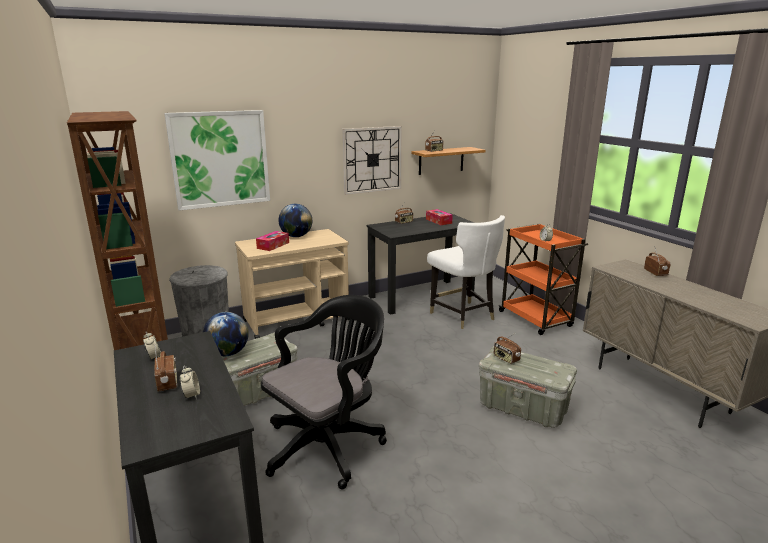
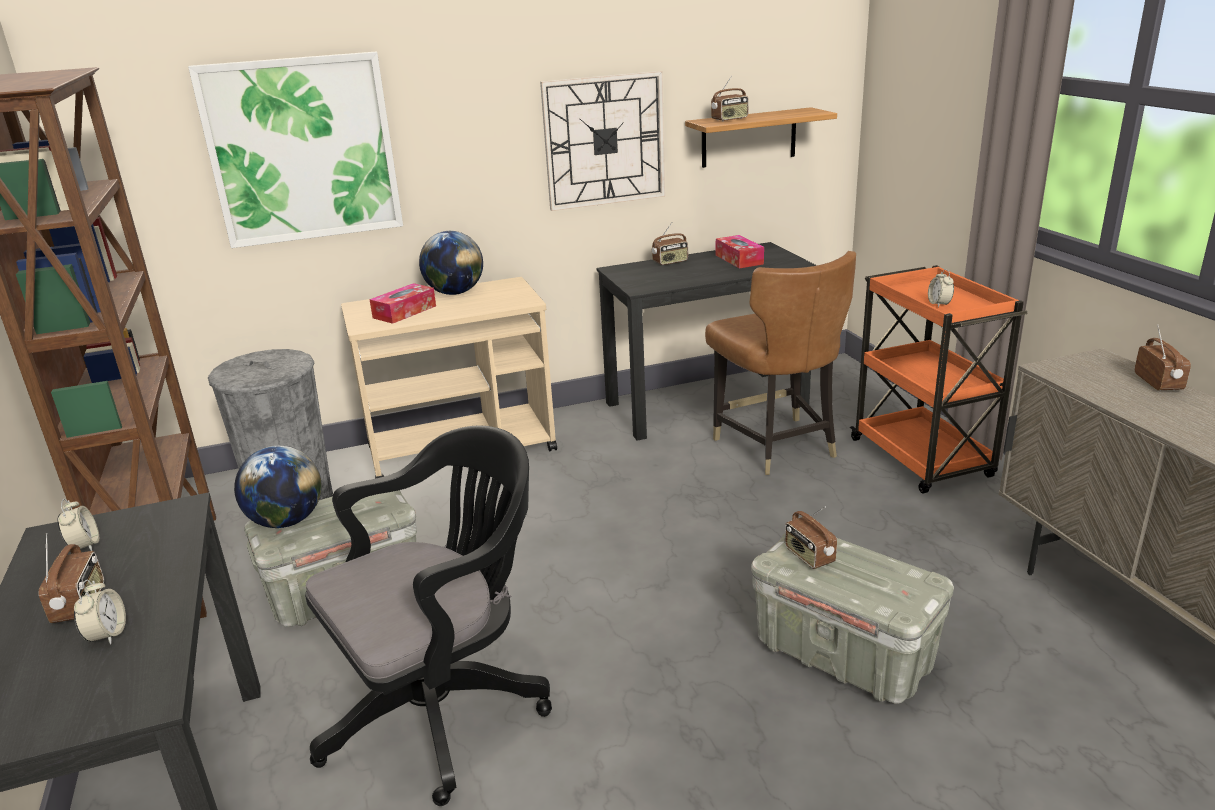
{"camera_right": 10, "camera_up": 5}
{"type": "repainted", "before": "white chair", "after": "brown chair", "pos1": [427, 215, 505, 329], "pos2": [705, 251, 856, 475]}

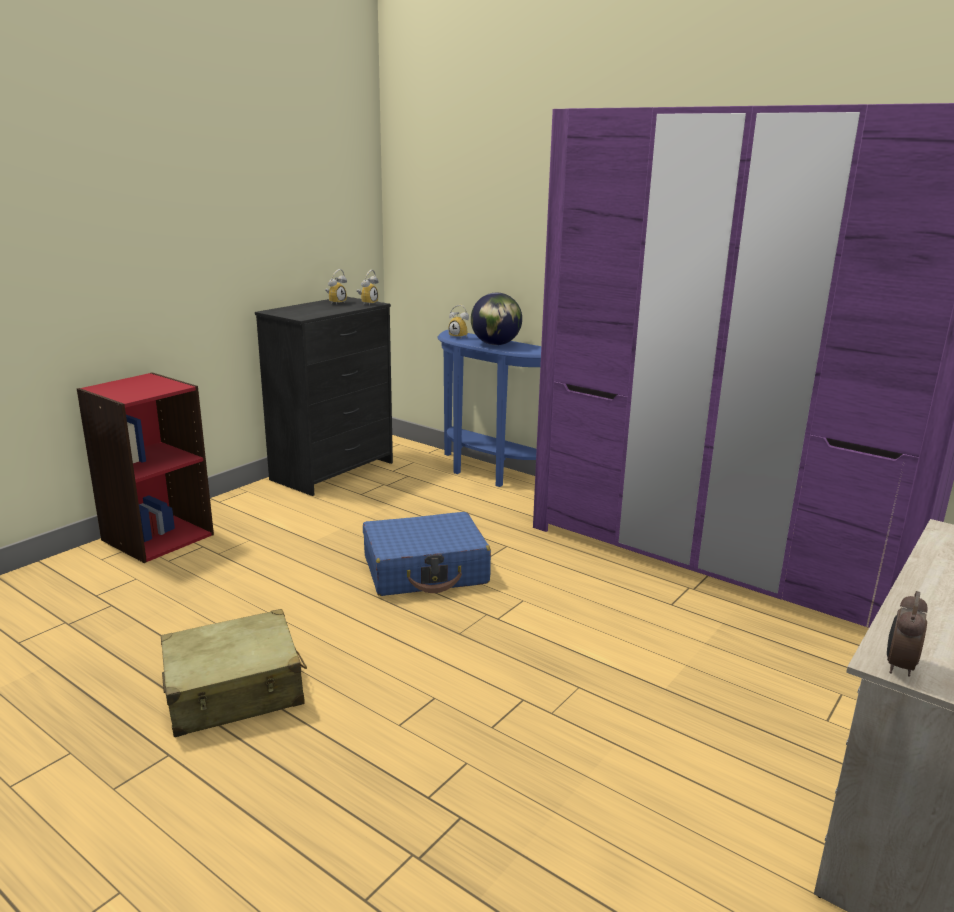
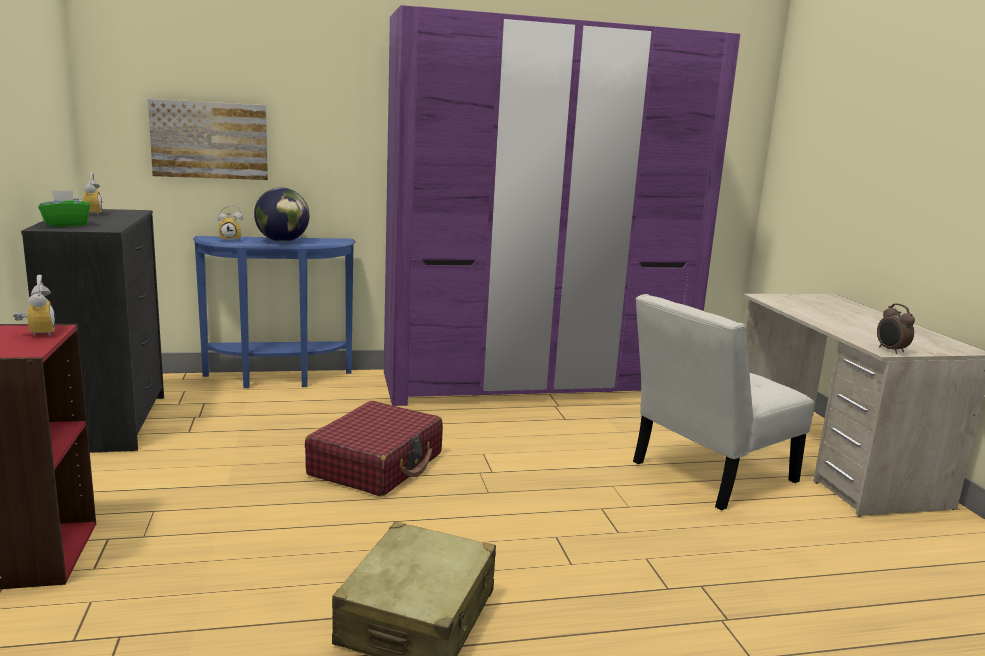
{"camera_right": -50, "camera_up": -5}
{"type": "shifted", "before": "alarm clock", "pos1": [357, 270, 379, 305], "pos2": [13, 275, 56, 337]}
{"type": "repainted", "before": "blue suitcase", "after": "red suitcase", "pos1": [363, 512, 491, 596], "pos2": [305, 401, 443, 496]}
{"type": "new", "after": "picture", "pos2": [148, 99, 268, 180]}
{"type": "new", "after": "green tissue box", "pos2": [38, 190, 90, 227]}
{"type": "new", "after": "white chair", "pos2": [633, 294, 814, 510]}

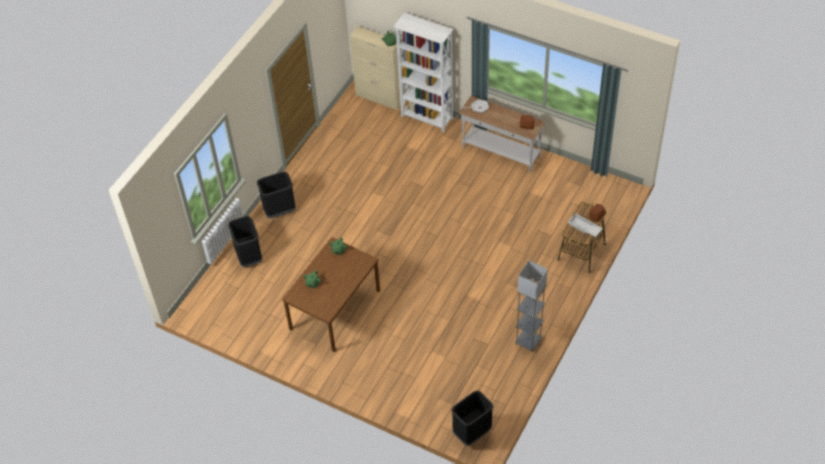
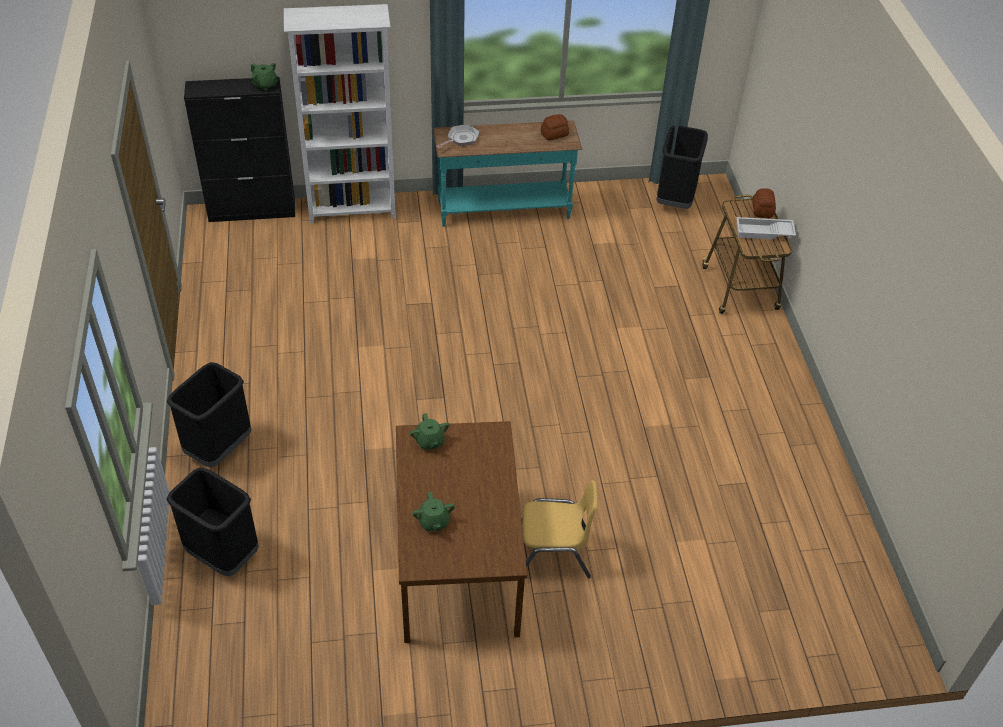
{"camera_right": -40, "camera_up": -5}
{"type": "repainted", "before": "beige cabinet", "after": "black cabinet", "pos1": [350, 26, 404, 110], "pos2": [184, 77, 295, 222]}
{"type": "repainted", "before": "white console table", "after": "turquoise console table", "pos1": [459, 96, 545, 173], "pos2": [433, 120, 582, 227]}
{"type": "gone", "before": "grey floor lamp", "pos1": [515, 260, 548, 352]}
{"type": "shifted", "before": "black trash can", "pos1": [451, 390, 493, 446], "pos2": [657, 126, 708, 209]}
{"type": "new", "after": "yellow chair", "pos2": [521, 480, 597, 578]}

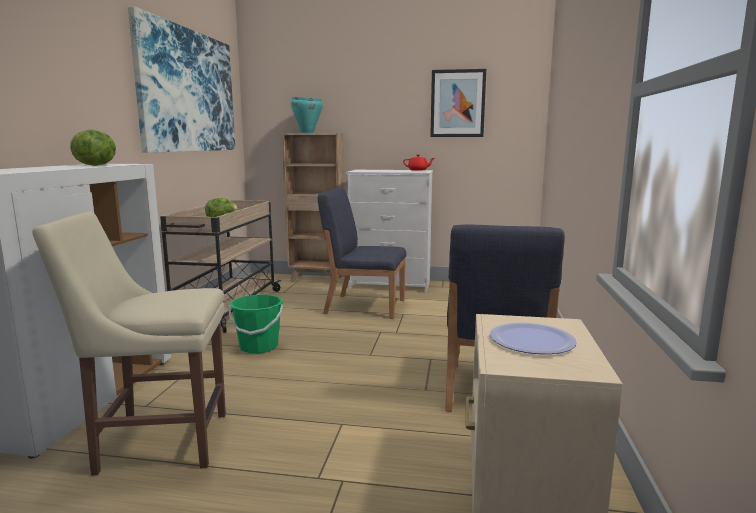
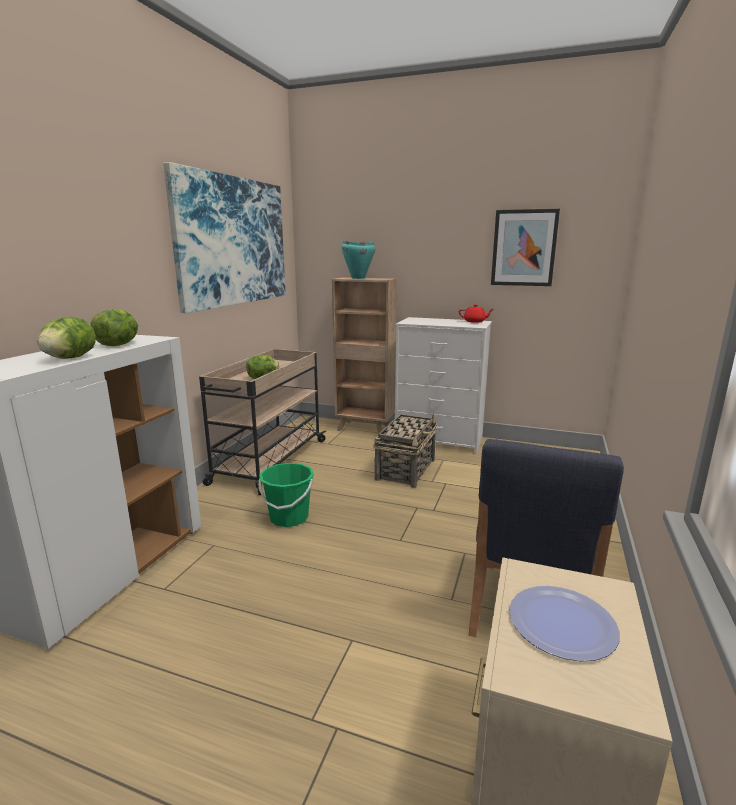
{"camera_right": 10, "camera_up": 5}
{"type": "swapped", "before": "blue chair", "after": "basket", "pos1": [318, 188, 406, 319], "pos2": [373, 414, 437, 488]}
{"type": "gone", "before": "beige chair", "pos1": [32, 212, 226, 476]}
{"type": "new", "after": "lettuce", "pos2": [38, 317, 96, 359]}

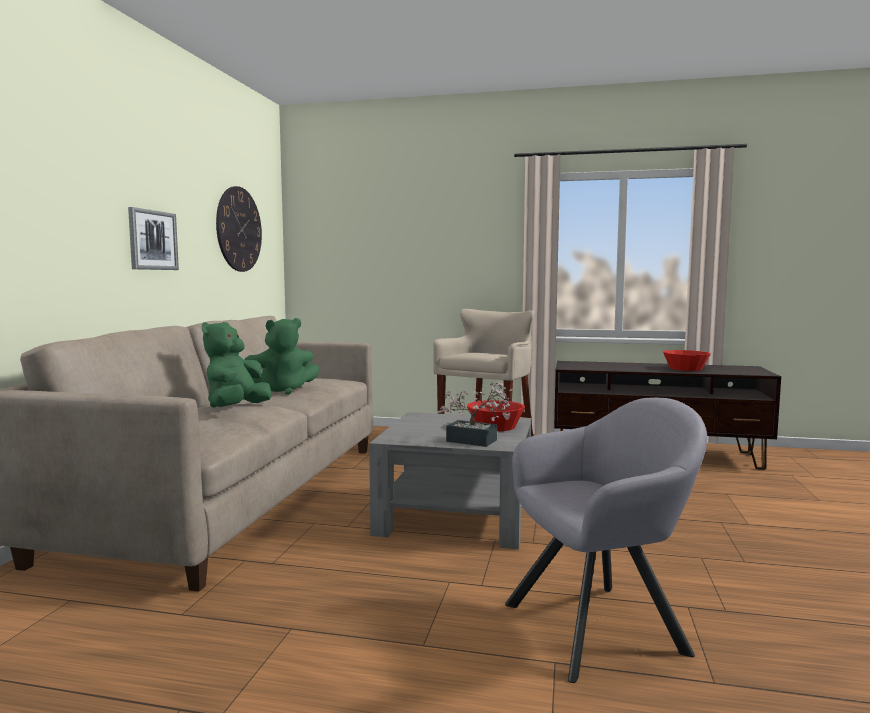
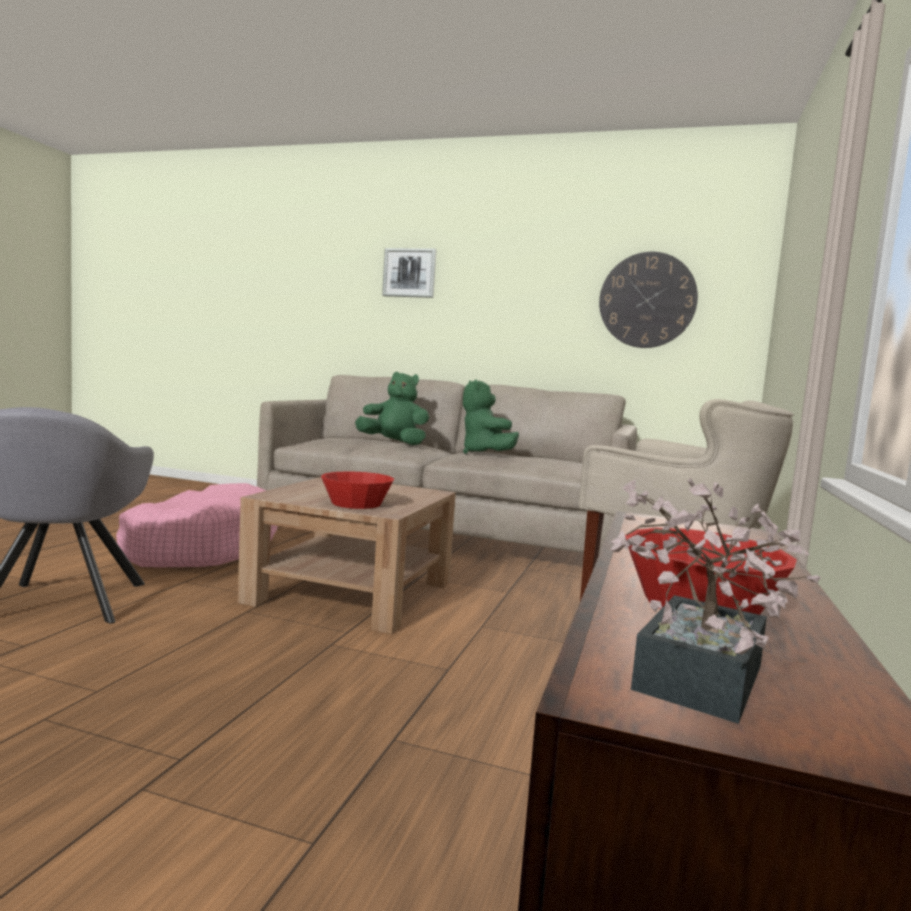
{"camera_right": 95, "camera_up": 0}
{"type": "shifted", "before": "picture", "pos1": [128, 207, 179, 270], "pos2": [382, 248, 437, 298]}
{"type": "shifted", "before": "potted plant", "pos1": [437, 382, 512, 447], "pos2": [610, 478, 821, 724]}
{"type": "repainted", "before": "grey coffee table", "after": "brown coffee table", "pos1": [369, 412, 531, 549], "pos2": [238, 477, 456, 634]}
{"type": "new", "after": "pink dog bed", "pos2": [116, 483, 278, 567]}

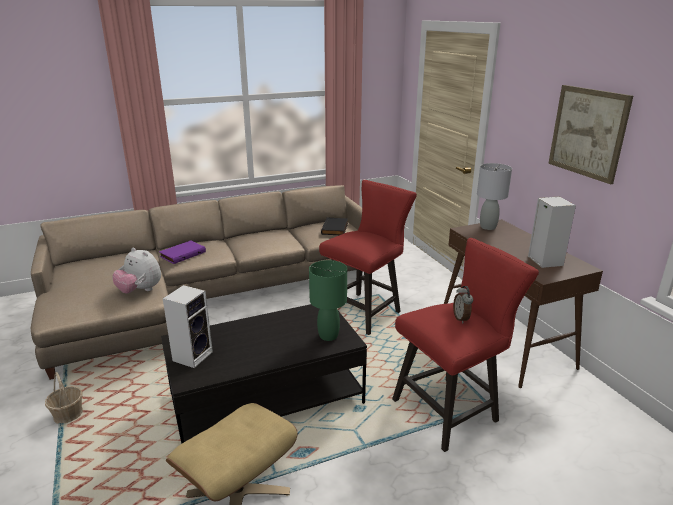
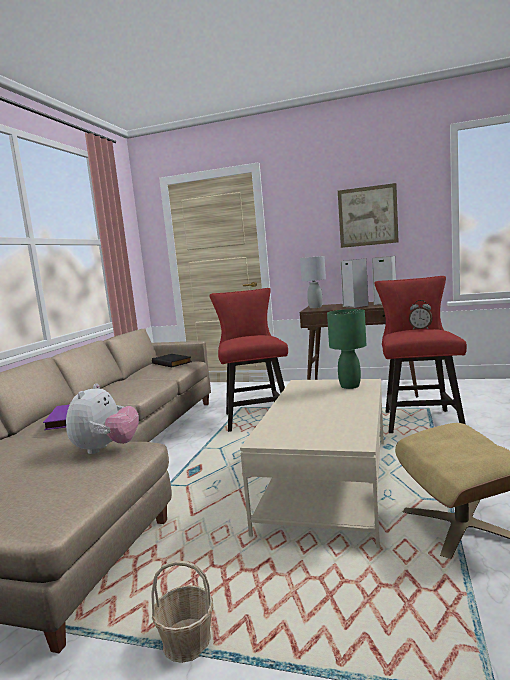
{"camera_right": -50, "camera_up": -15}
{"type": "rotated", "before": "plush toy", "pos1": [112, 248, 161, 294], "pos2": [66, 383, 139, 454], "turn": -60}
{"type": "shifted", "before": "speaker", "pos1": [163, 285, 213, 368], "pos2": [340, 259, 369, 308]}
{"type": "repainted", "before": "black coffee table", "after": "beige coffee table", "pos1": [161, 304, 367, 444], "pos2": [240, 379, 384, 548]}

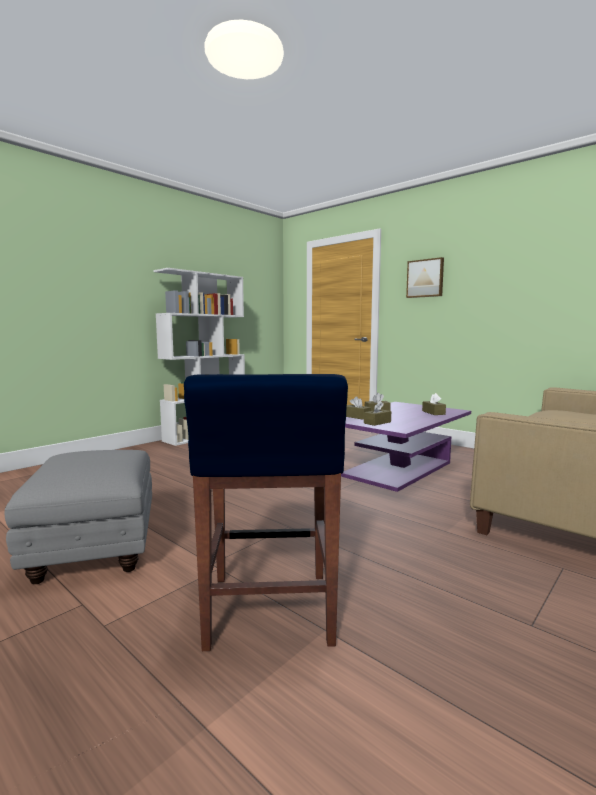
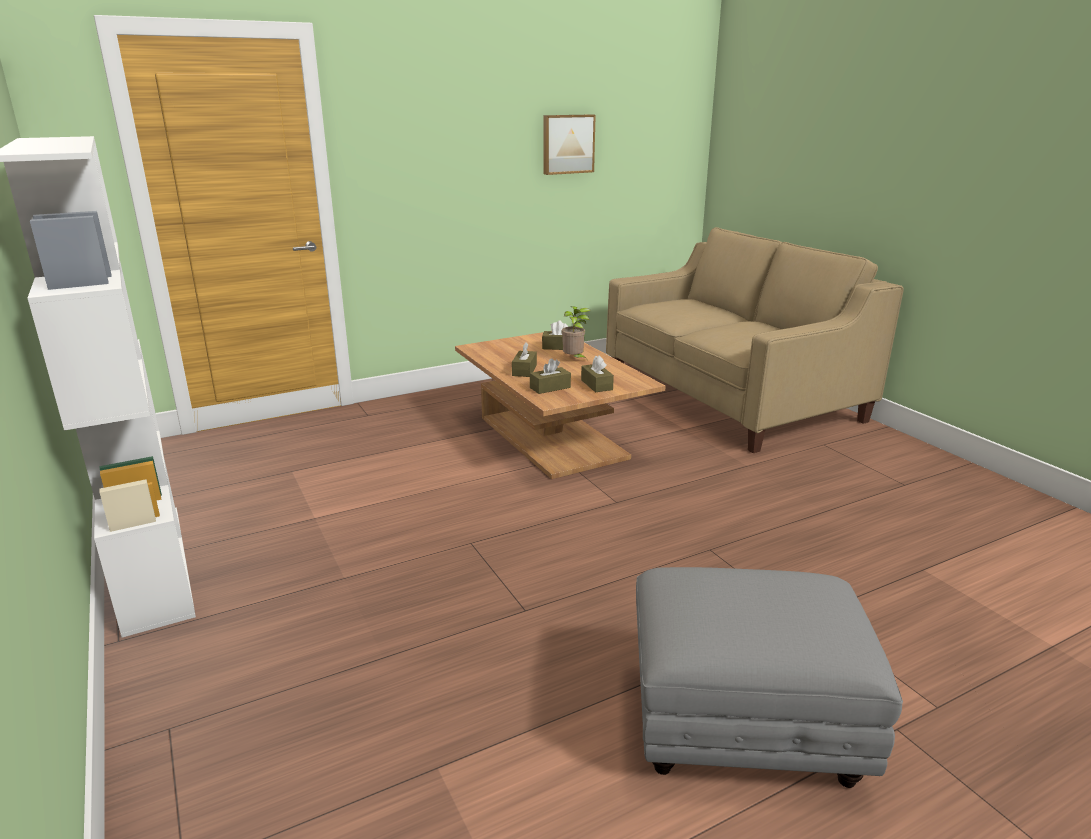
{"camera_right": -70, "camera_up": 15}
{"type": "shifted", "before": "picture", "pos1": [406, 257, 444, 298], "pos2": [543, 114, 596, 175]}
{"type": "gone", "before": "blue stool", "pos1": [184, 374, 348, 651]}
{"type": "repainted", "before": "purple coffee table", "after": "brown coffee table", "pos1": [341, 402, 471, 492], "pos2": [455, 332, 666, 479]}
{"type": "new", "after": "potted plant", "pos2": [562, 306, 591, 359]}

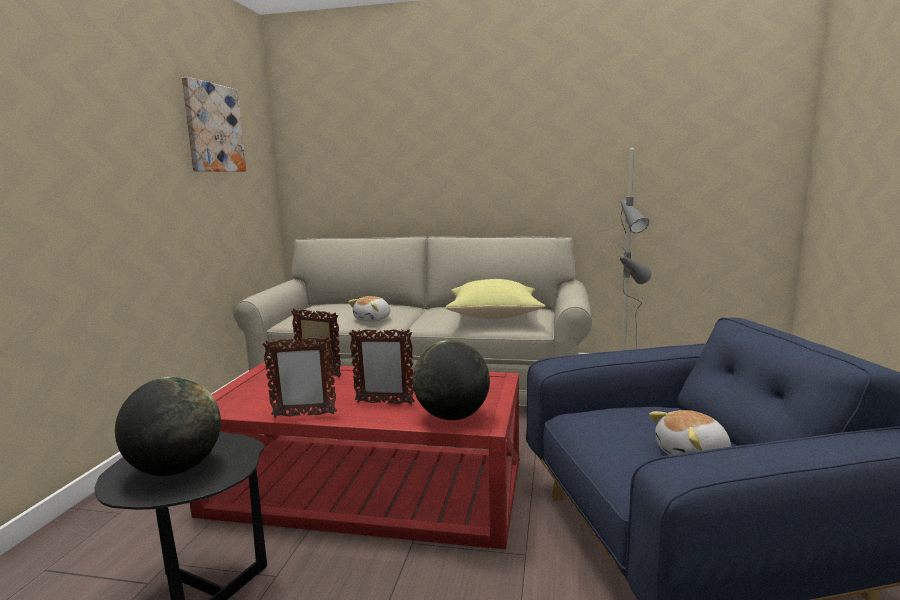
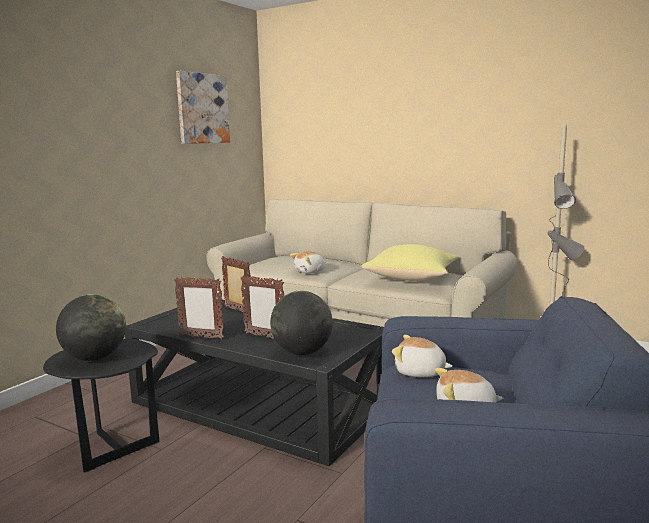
{"camera_right": 20, "camera_up": 0}
{"type": "repainted", "before": "red coffee table", "after": "black coffee table", "pos1": [190, 363, 520, 549], "pos2": [125, 300, 384, 466]}
{"type": "new", "after": "plush toy", "pos2": [392, 335, 453, 377]}

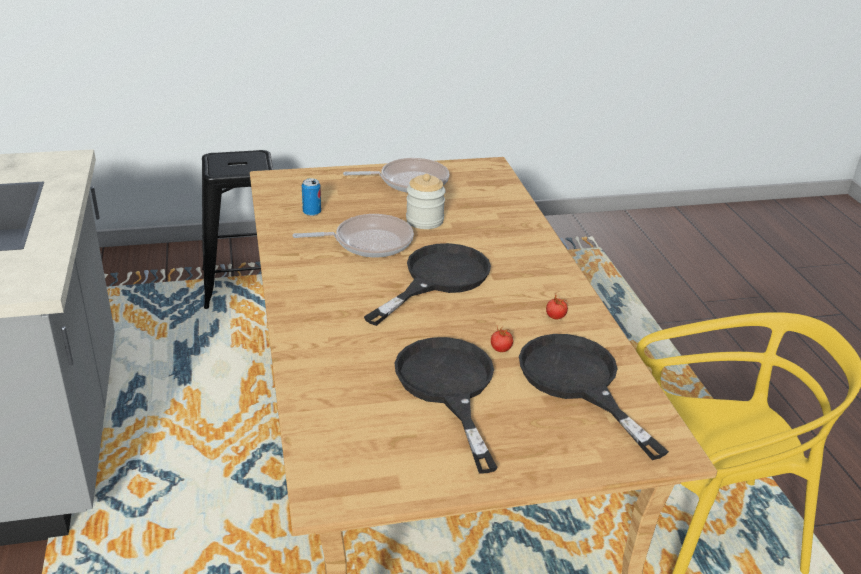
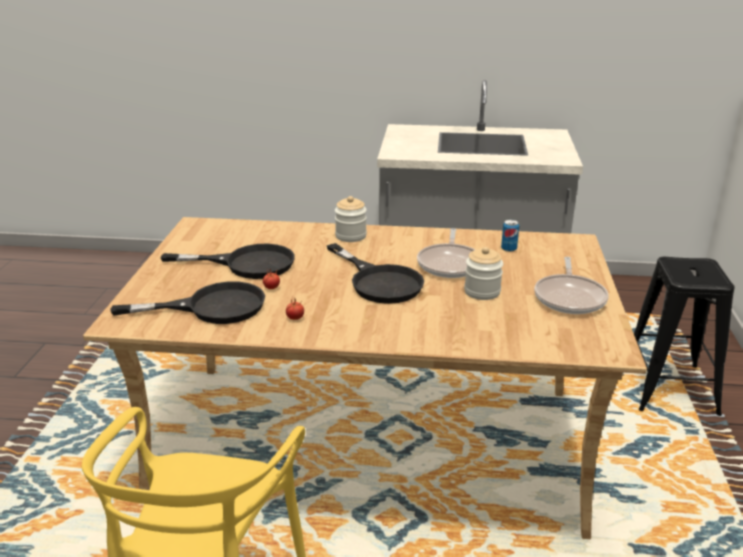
{"camera_right": 110, "camera_up": -5}
{"type": "new", "after": "jar", "pos2": [335, 196, 367, 242]}

